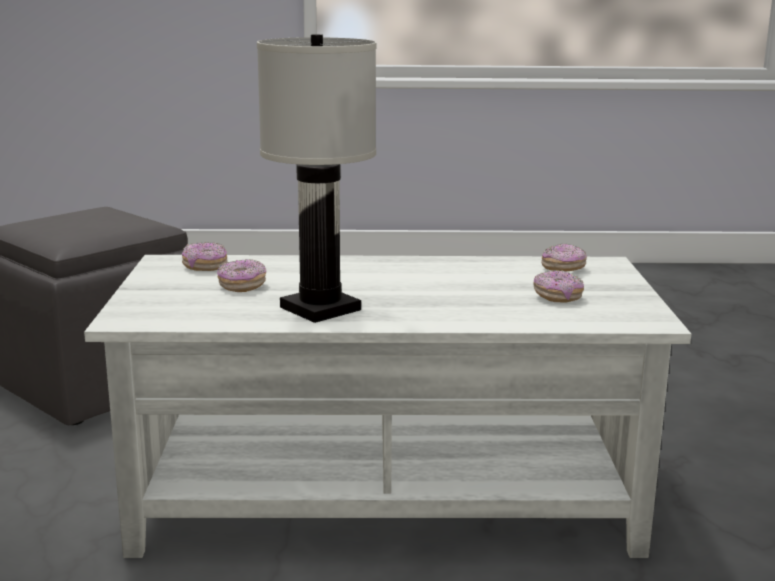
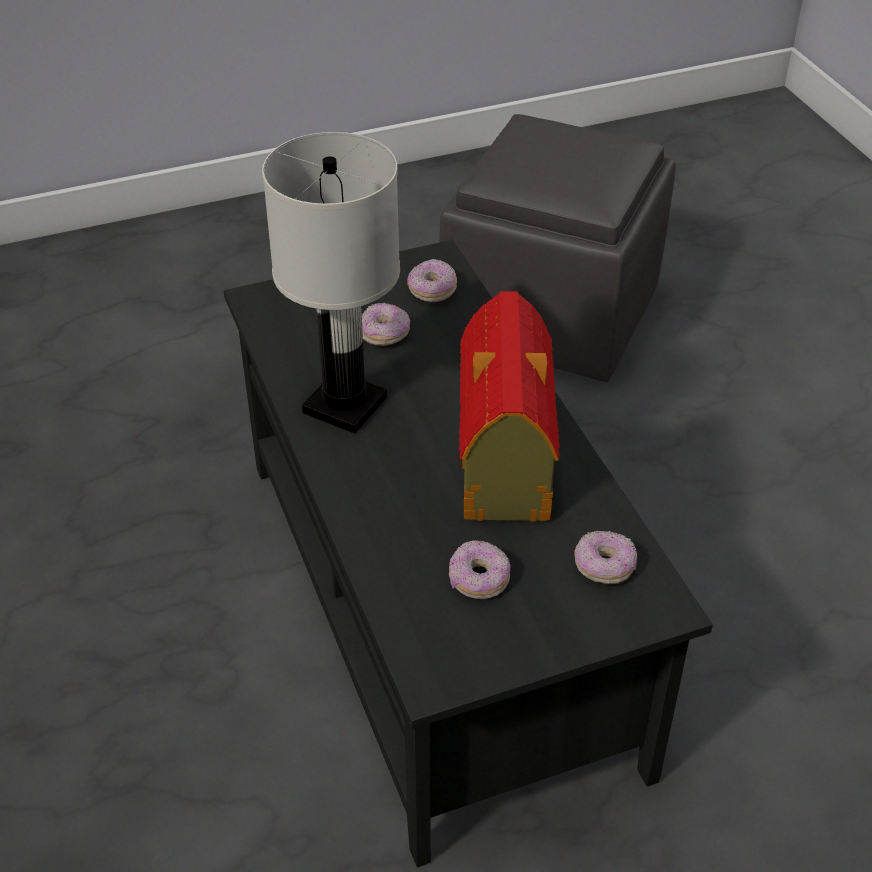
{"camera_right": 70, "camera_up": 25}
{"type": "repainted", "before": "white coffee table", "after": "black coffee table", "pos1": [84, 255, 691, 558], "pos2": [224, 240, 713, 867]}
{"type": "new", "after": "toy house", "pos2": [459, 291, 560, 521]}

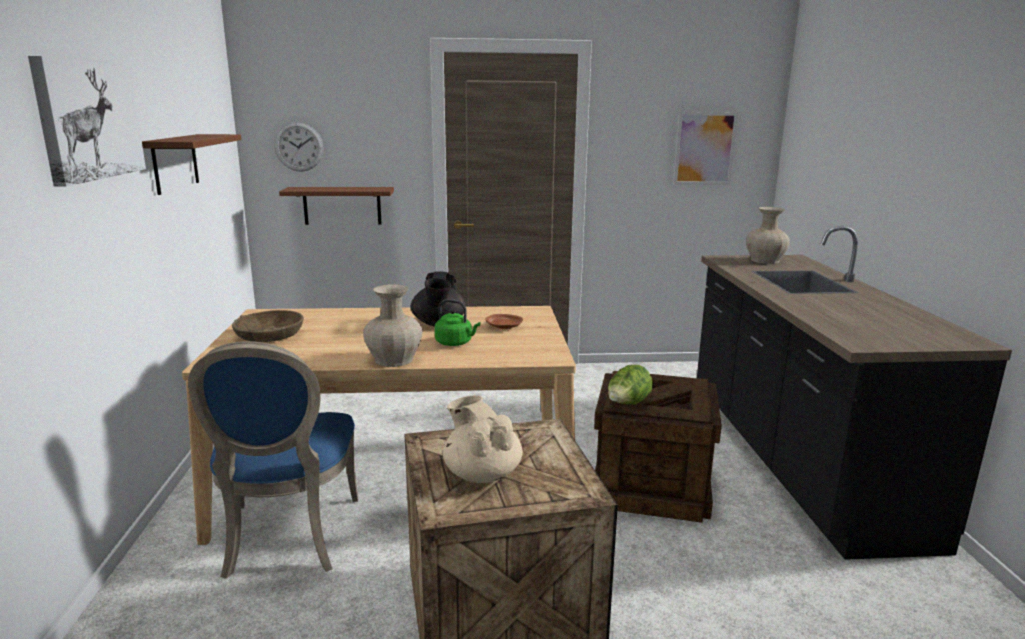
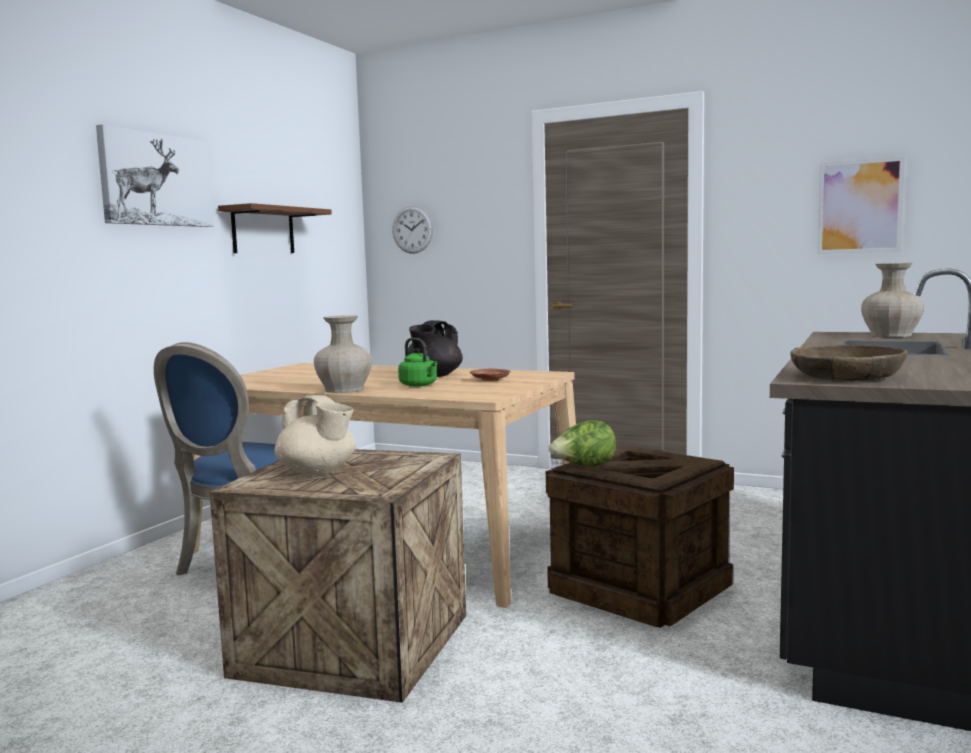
{"camera_right": 30, "camera_up": -10}
{"type": "gone", "before": "brown shelf", "pos1": [279, 187, 394, 225]}
{"type": "shifted", "before": "brown bowl", "pos1": [232, 310, 304, 342], "pos2": [790, 345, 908, 381]}
{"type": "rotated", "before": "beige teapot", "pos1": [443, 396, 523, 483], "pos2": [274, 395, 356, 475], "turn": 135}

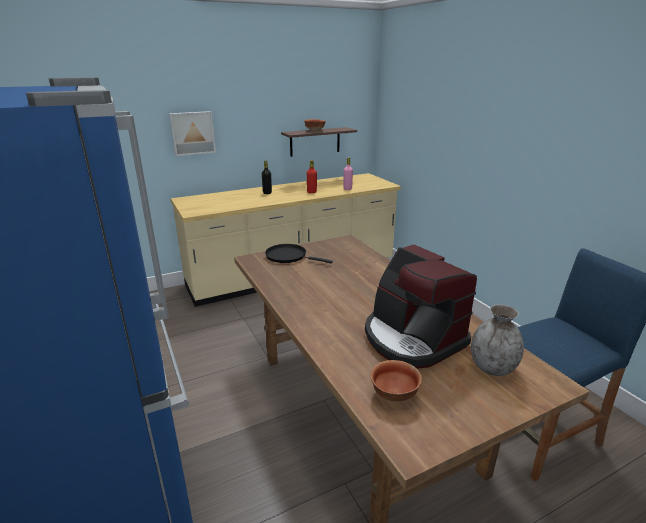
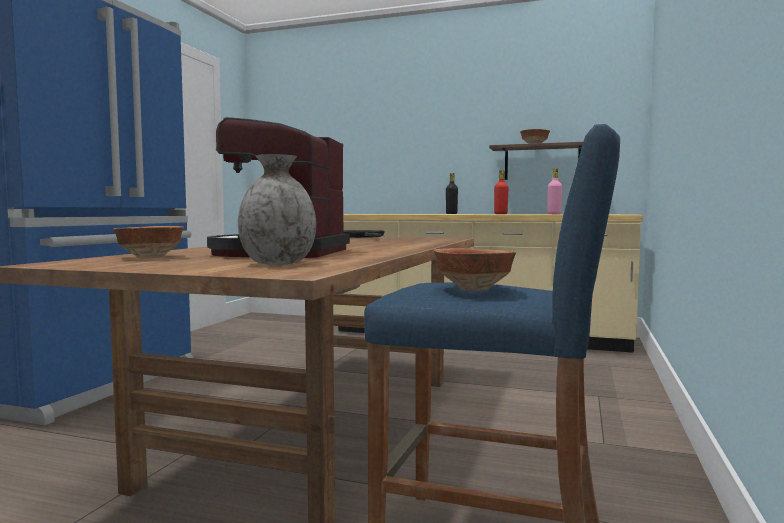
{"camera_right": 45, "camera_up": -20}
{"type": "gone", "before": "picture", "pos1": [169, 111, 216, 156]}
{"type": "new", "after": "bowl", "pos2": [434, 248, 516, 291]}

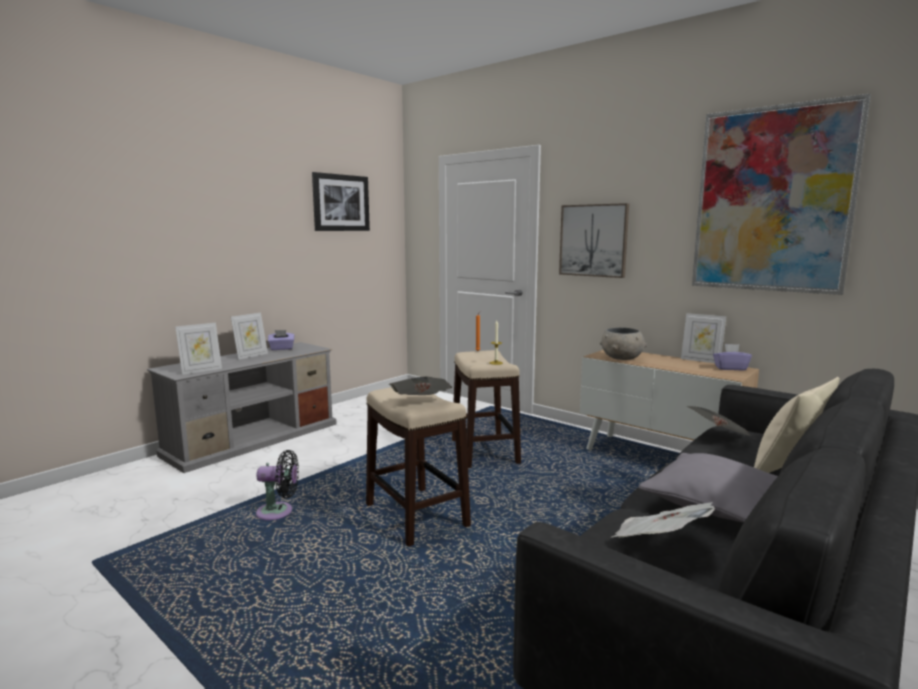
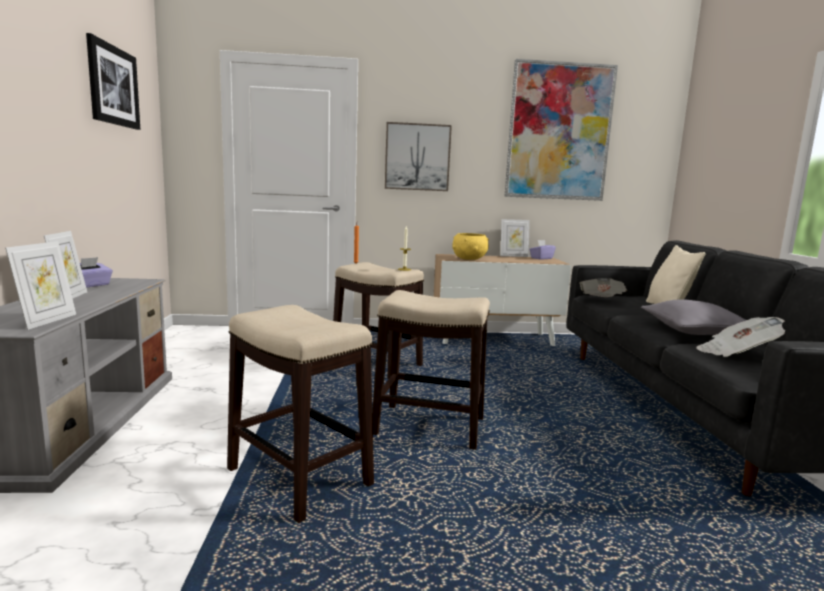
{"camera_right": -45, "camera_up": 0}
{"type": "repainted", "before": "grey bowl", "after": "yellow bowl", "pos1": [600, 327, 647, 360], "pos2": [452, 233, 489, 260]}
{"type": "gone", "before": "newspaper", "pos1": [389, 377, 452, 395]}
{"type": "swapped", "before": "black fan", "after": "stool", "pos1": [256, 450, 299, 520], "pos2": [227, 305, 374, 523]}

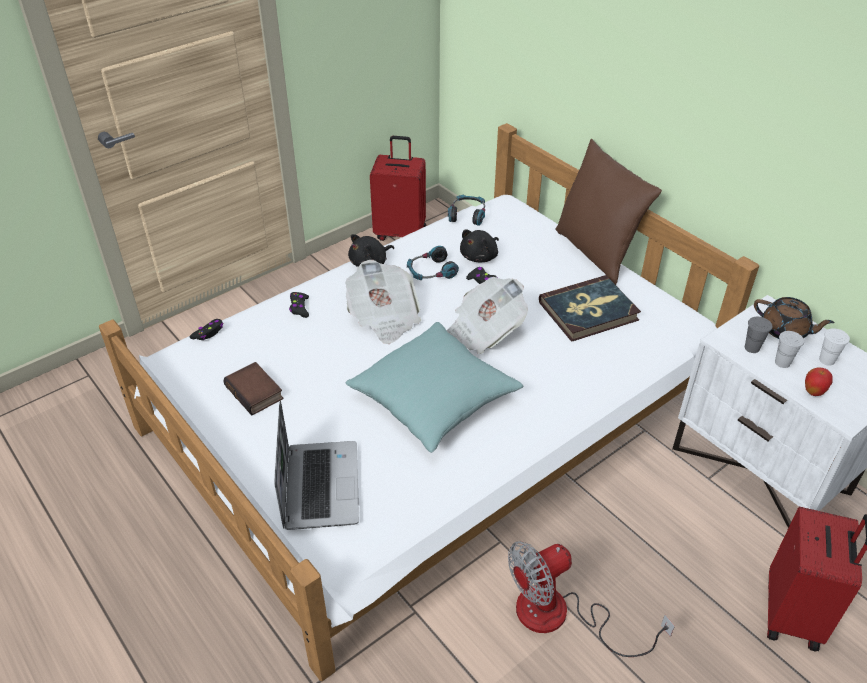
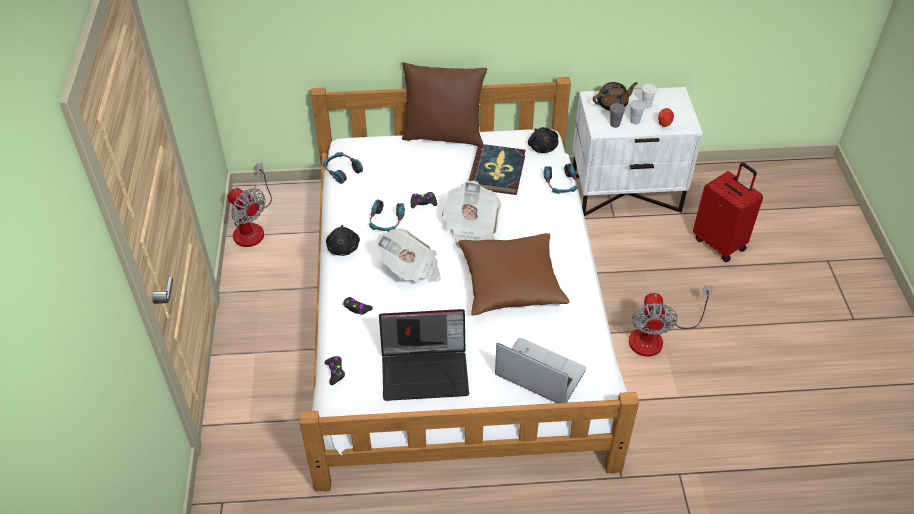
{"camera_right": -55, "camera_up": 5}
{"type": "swapped", "before": "red suitcase", "after": "fan", "pos1": [370, 136, 426, 241], "pos2": [228, 163, 272, 247]}
{"type": "shifted", "before": "black plush toy", "pos1": [460, 230, 499, 262], "pos2": [528, 127, 558, 153]}
{"type": "repainted", "before": "turquoise pillow", "after": "brown pillow", "pos1": [346, 322, 523, 453], "pos2": [458, 233, 569, 315]}
{"type": "swapped", "before": "book", "after": "laptop", "pos1": [223, 362, 284, 416], "pos2": [379, 309, 469, 401]}
{"type": "new", "after": "headphones", "pos2": [544, 163, 578, 194]}

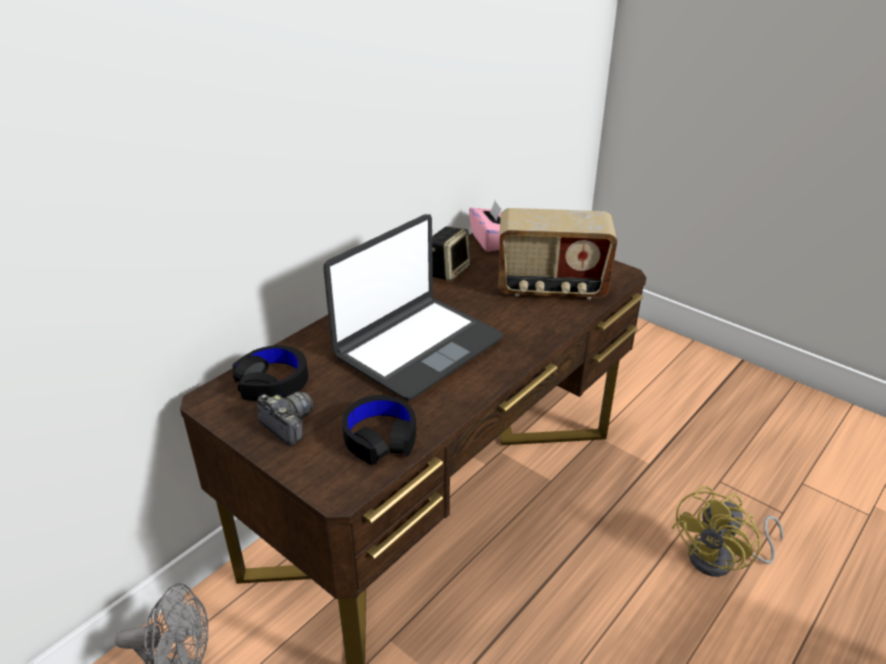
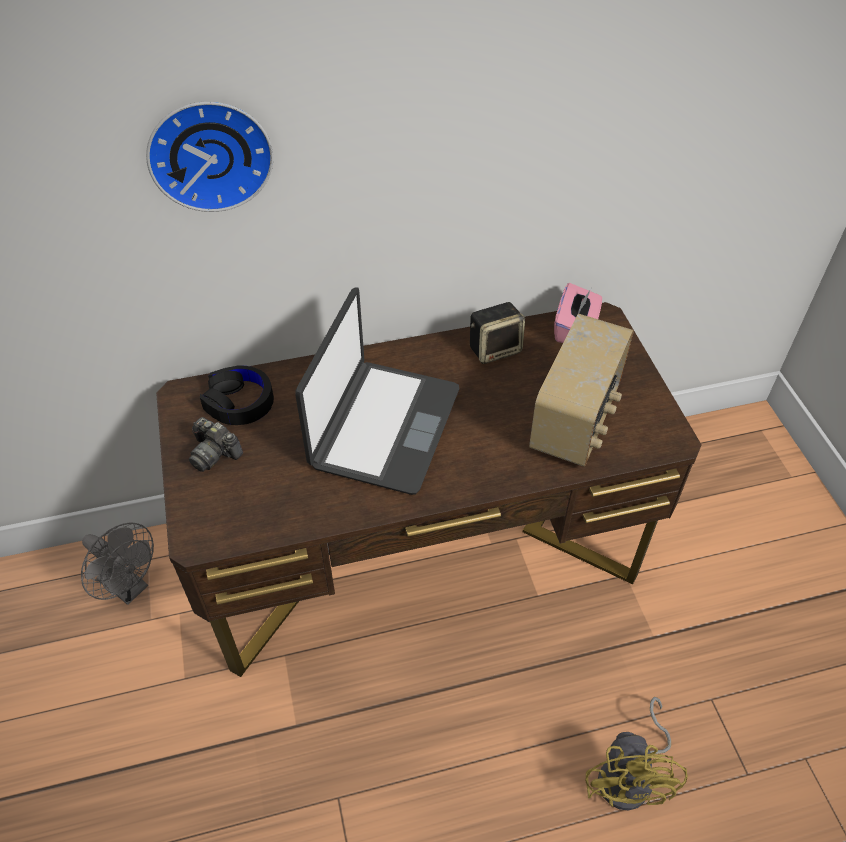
{"camera_right": 35, "camera_up": 15}
{"type": "rotated", "before": "radio", "pos1": [499, 208, 617, 300], "pos2": [529, 314, 634, 467], "turn": -105}
{"type": "rotated", "before": "laptop", "pos1": [323, 214, 503, 400], "pos2": [295, 287, 459, 495], "turn": -60}
{"type": "rotated", "before": "photo camera", "pos1": [257, 392, 313, 446], "pos2": [189, 417, 243, 472], "turn": 135}
{"type": "gone", "before": "black headphones", "pos1": [342, 395, 416, 465]}
{"type": "rotated", "before": "yellow fan", "pos1": [671, 486, 783, 577], "pos2": [585, 697, 688, 811], "turn": -75}
{"type": "new", "after": "wall clock", "pos2": [146, 101, 273, 212]}

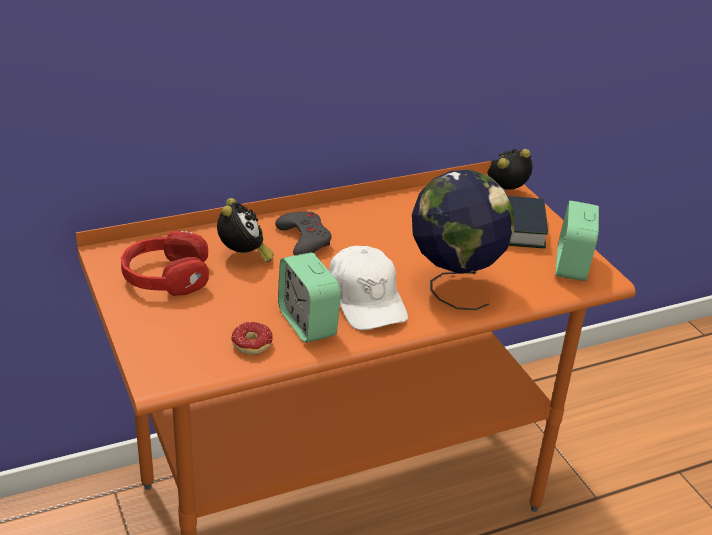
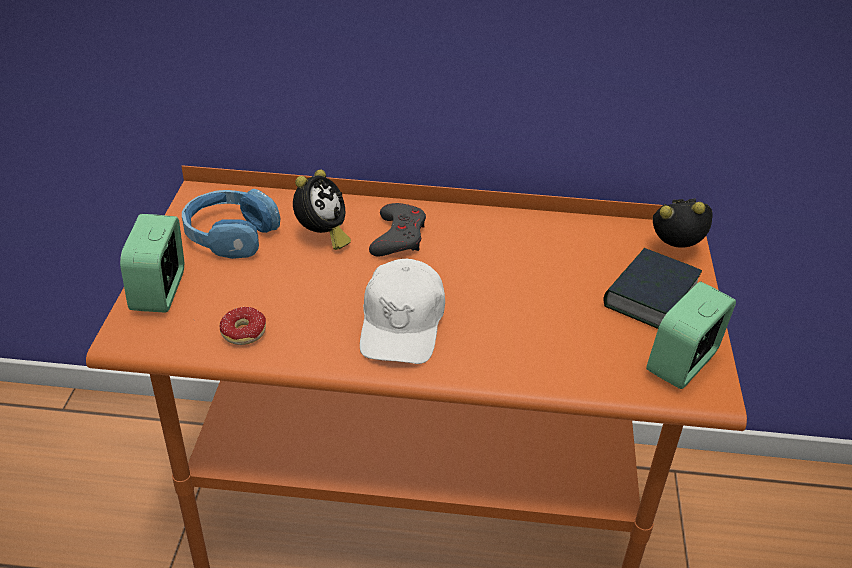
{"camera_right": 30, "camera_up": 5}
{"type": "gone", "before": "globe", "pos1": [412, 170, 514, 310]}
{"type": "repainted", "before": "red headphones", "after": "blue headphones", "pos1": [121, 231, 209, 296], "pos2": [182, 189, 281, 259]}
{"type": "shifted", "before": "alarm clock", "pos1": [278, 252, 341, 343], "pos2": [120, 214, 184, 313]}

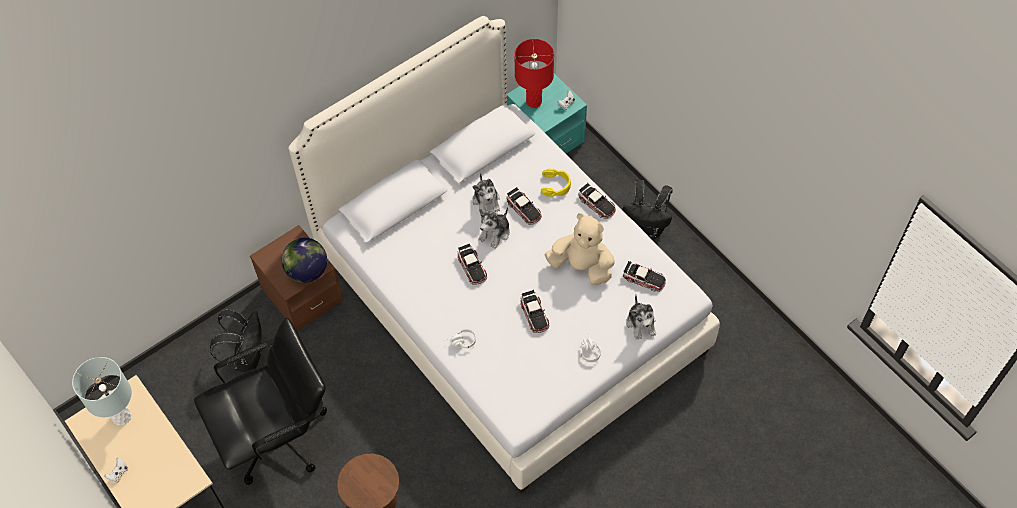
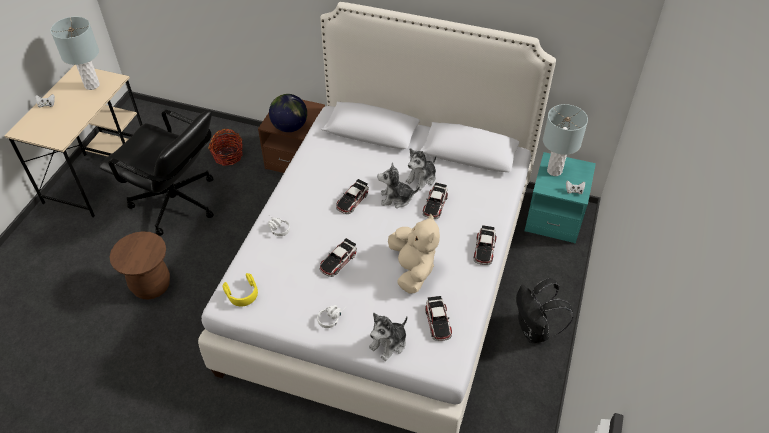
{"camera_right": 55, "camera_up": -10}
{"type": "repainted", "before": "red table lamp", "after": "grey table lamp", "pos1": [514, 39, 554, 108], "pos2": [543, 104, 588, 176]}
{"type": "shifted", "before": "yellow headphones", "pos1": [541, 168, 571, 197], "pos2": [222, 273, 258, 306]}
{"type": "swapped", "before": "black backpack", "after": "basket", "pos1": [210, 309, 262, 372], "pos2": [208, 129, 243, 166]}

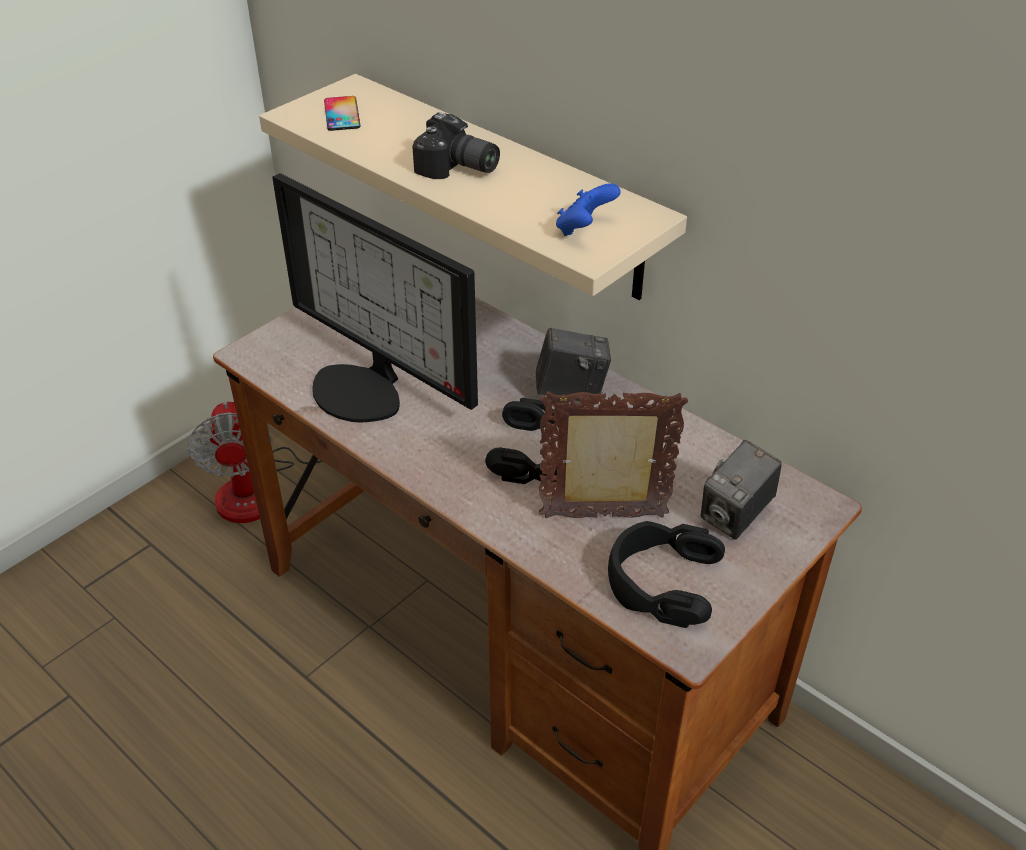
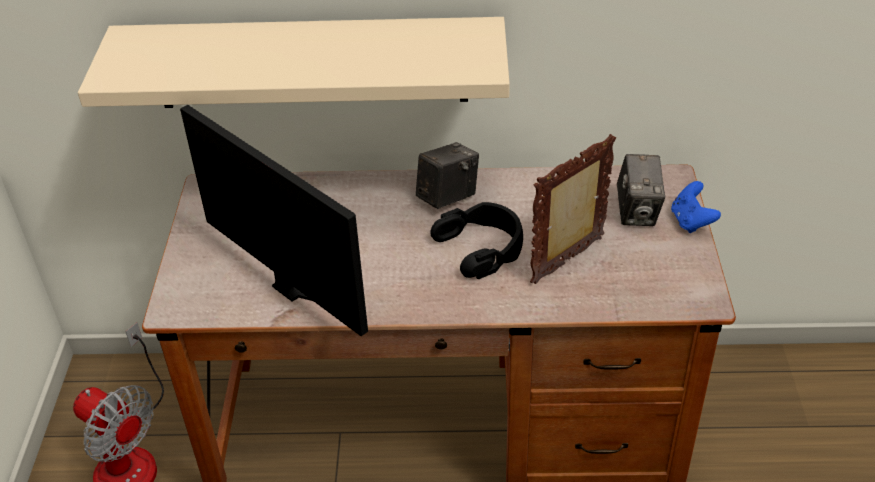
{"camera_right": -40, "camera_up": 0}
{"type": "gone", "before": "phone", "pos1": [324, 96, 361, 131]}
{"type": "gone", "before": "photo camera", "pos1": [412, 112, 500, 179]}
{"type": "rotated", "before": "monitor", "pos1": [272, 173, 478, 422], "pos2": [180, 105, 368, 336], "turn": -135}
{"type": "shifted", "before": "blue game controller", "pos1": [556, 183, 621, 236], "pos2": [671, 181, 721, 233]}
{"type": "gone", "before": "black headphones", "pos1": [608, 521, 725, 628]}

